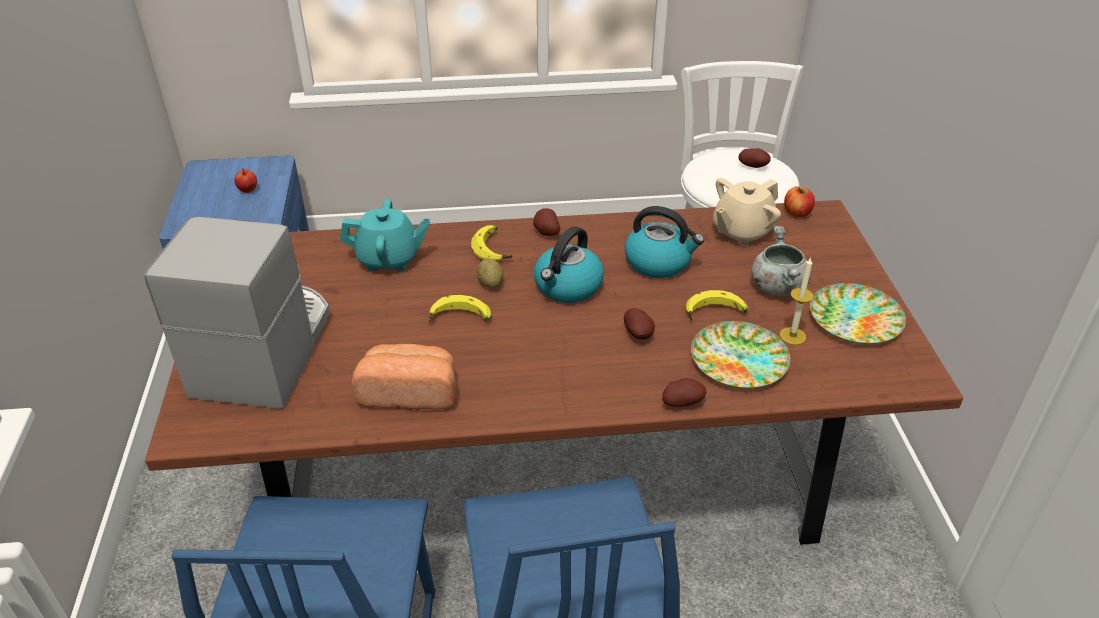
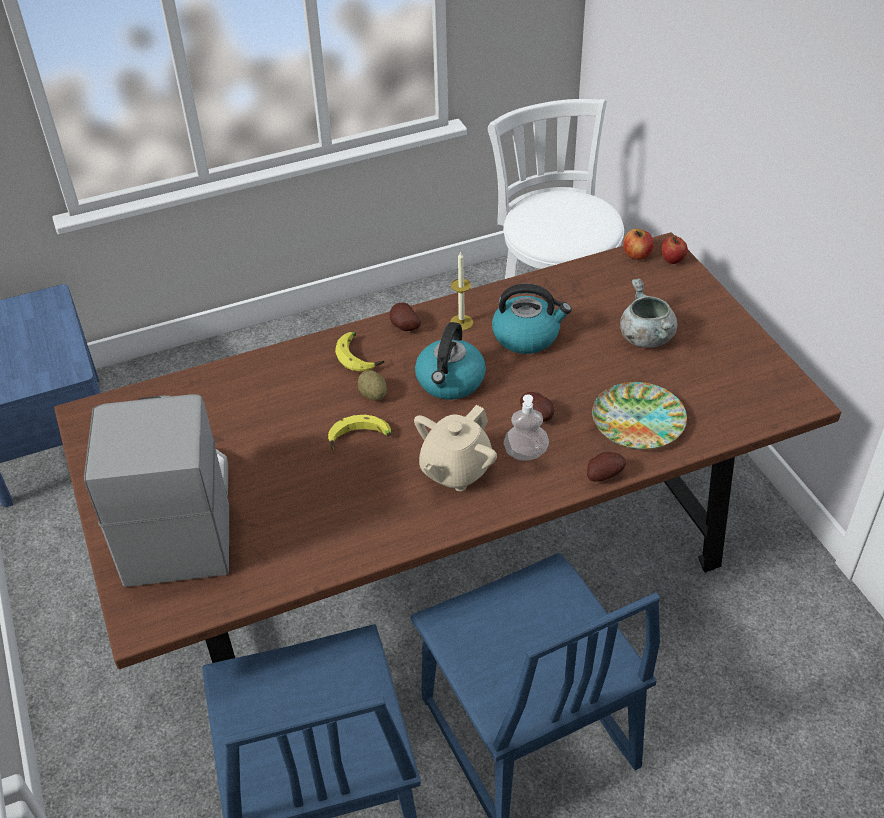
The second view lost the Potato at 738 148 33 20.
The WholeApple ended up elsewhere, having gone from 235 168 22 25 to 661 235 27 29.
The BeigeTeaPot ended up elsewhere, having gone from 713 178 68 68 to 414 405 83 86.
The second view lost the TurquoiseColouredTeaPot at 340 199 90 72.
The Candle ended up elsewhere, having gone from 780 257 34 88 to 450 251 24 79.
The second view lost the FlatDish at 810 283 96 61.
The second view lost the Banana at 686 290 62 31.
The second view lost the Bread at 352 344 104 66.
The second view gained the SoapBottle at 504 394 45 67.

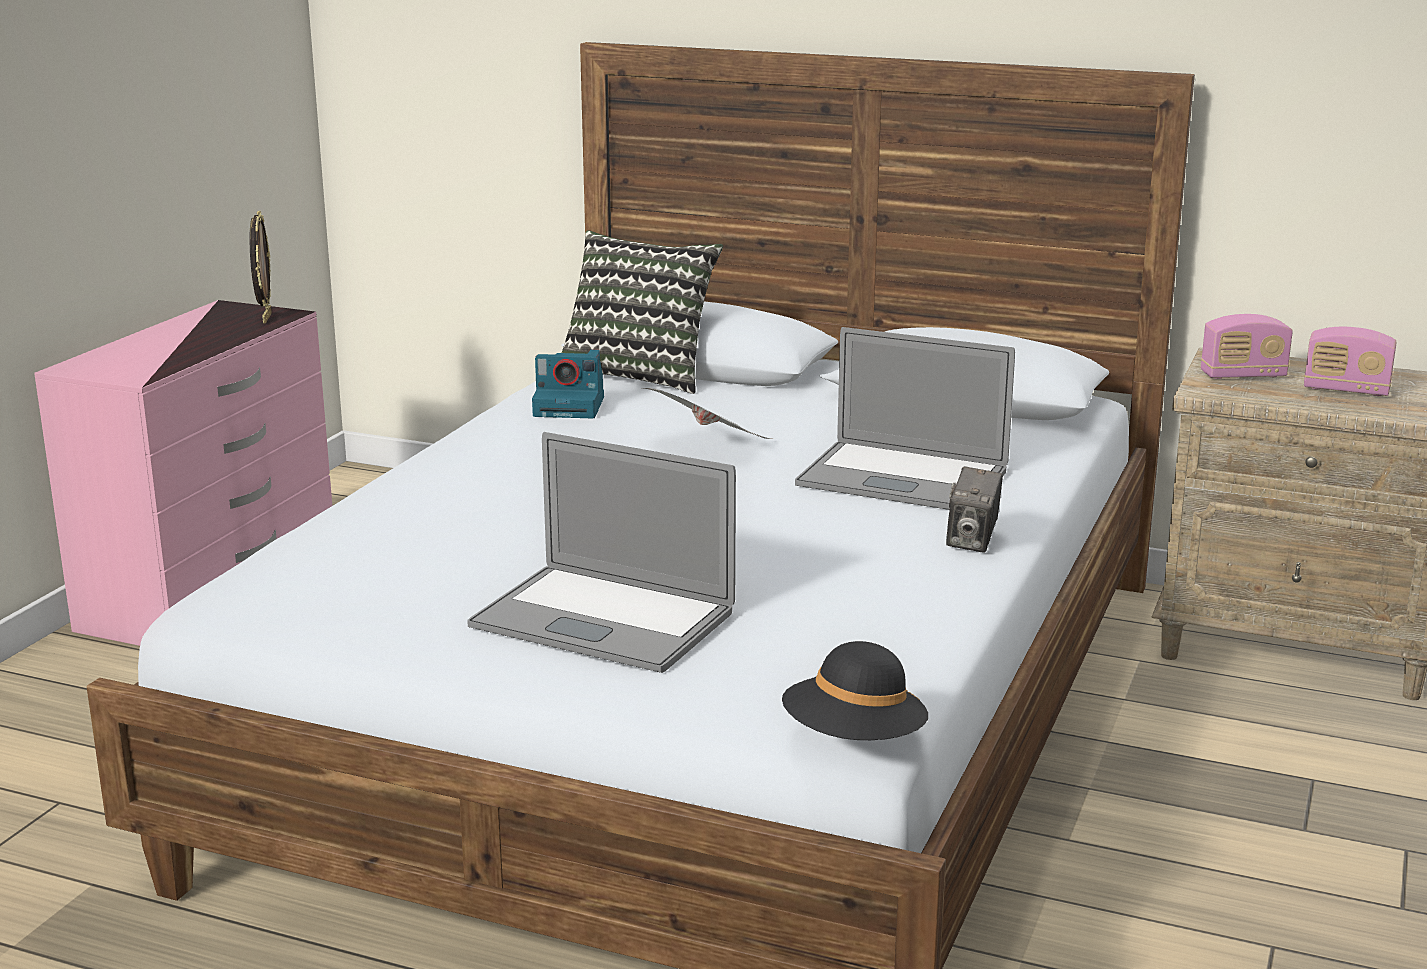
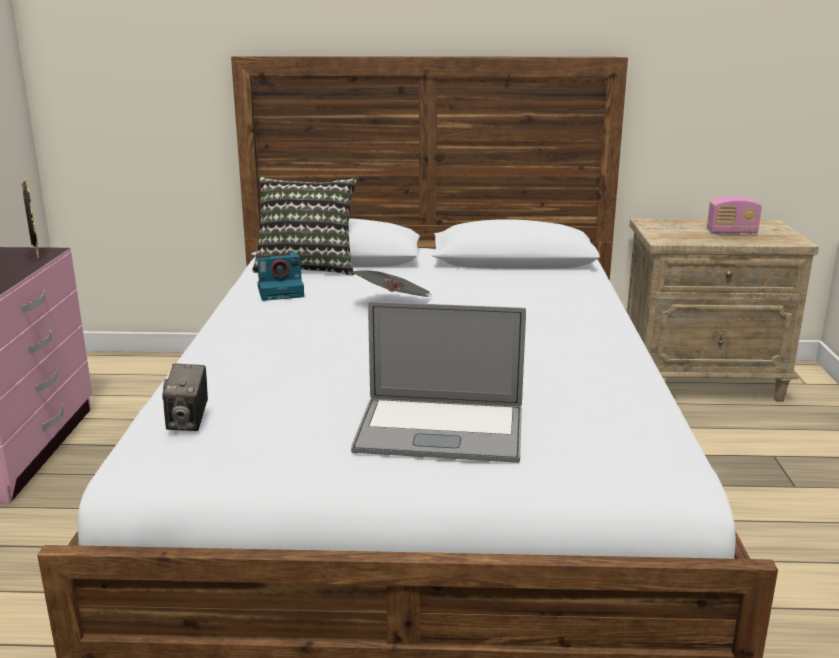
The second view lost the RadioSet at 1201 314 92 65.
The second view lost the PortableComputer at 795 327 220 183.
The PhotoCamera ended up elsewhere, having gone from 946 466 57 87 to 162 363 46 68.
The second view lost the BlackColouredClothingHat at 782 641 146 99.

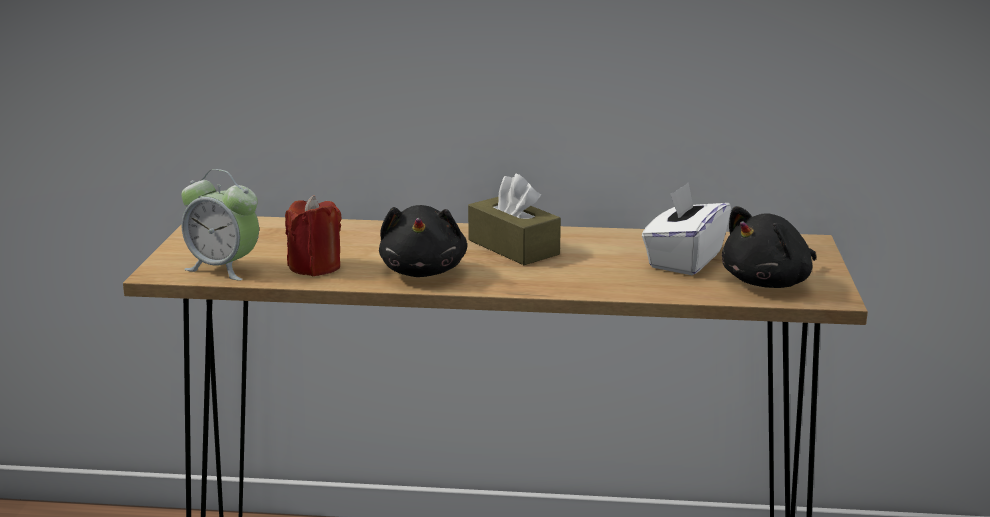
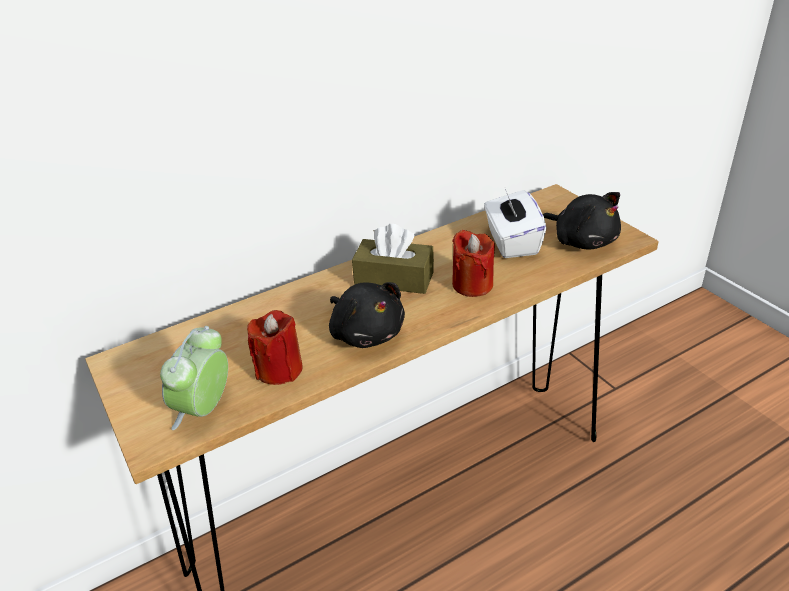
The TableClock at 182 169 77 112 ended up facing another way, 120 degrees clockwise from before.
The BlackColouredPlushToy at 722 206 94 82 ended up facing another way, 60 degrees counterclockwise from before.
The second view gained the RedColouredCandle at 452 230 43 67.

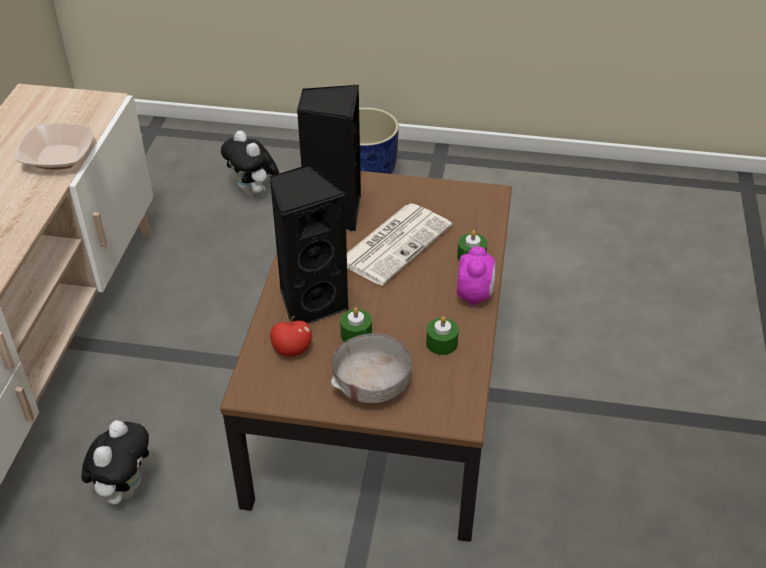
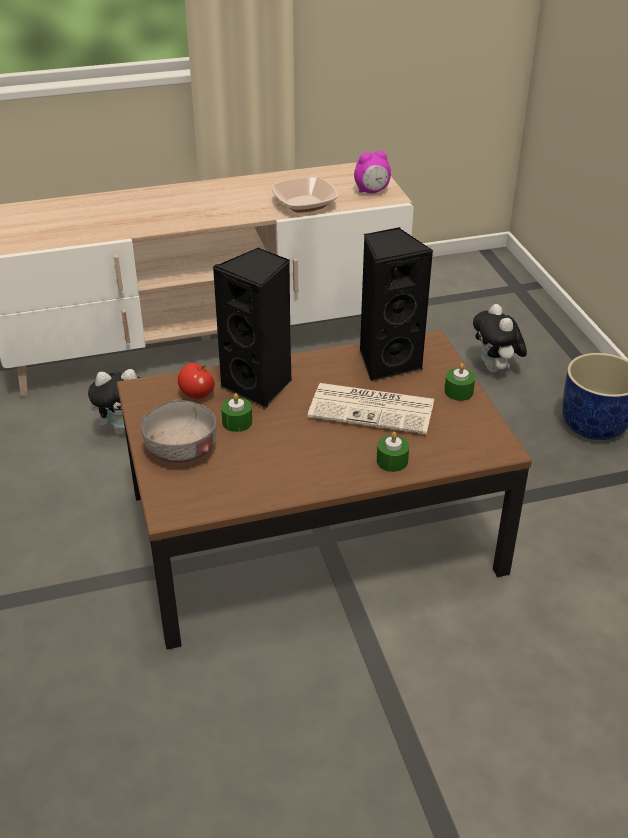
The PlushToy at 221 130 58 66 ended up facing another way, 45 degrees counterclockwise from before.
The TableClock ended up elsewhere, having gone from 457 246 39 61 to 354 151 37 43.
The GreenCandle ended up elsewhere, having gone from 426 316 33 39 to 444 363 31 38.

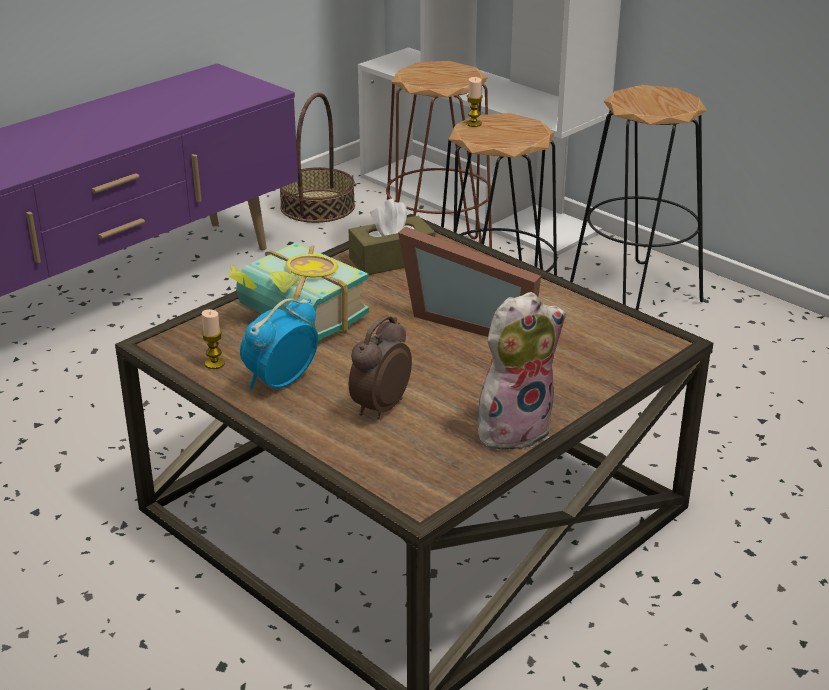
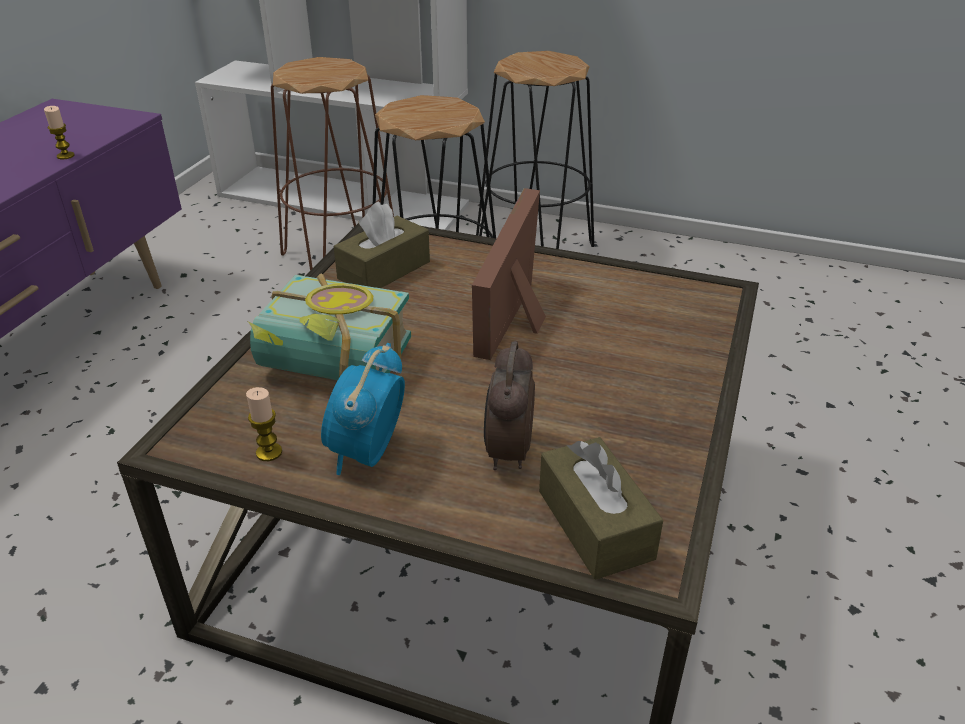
The Candle ended up elsewhere, having gone from 466 77 17 50 to 44 106 31 53.
The second view lost the StorageBasket at 280 92 75 131.
The StandingFrame at 398 226 143 111 ended up facing another way, 105 degrees clockwise from before.
The second view lost the PlushToy at 478 292 88 162.
The second view gained the BrownBoxOfTissues at 539 437 124 142.

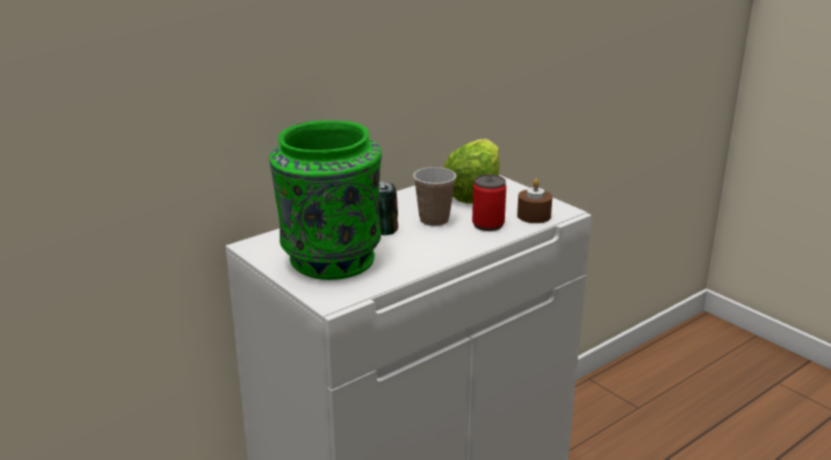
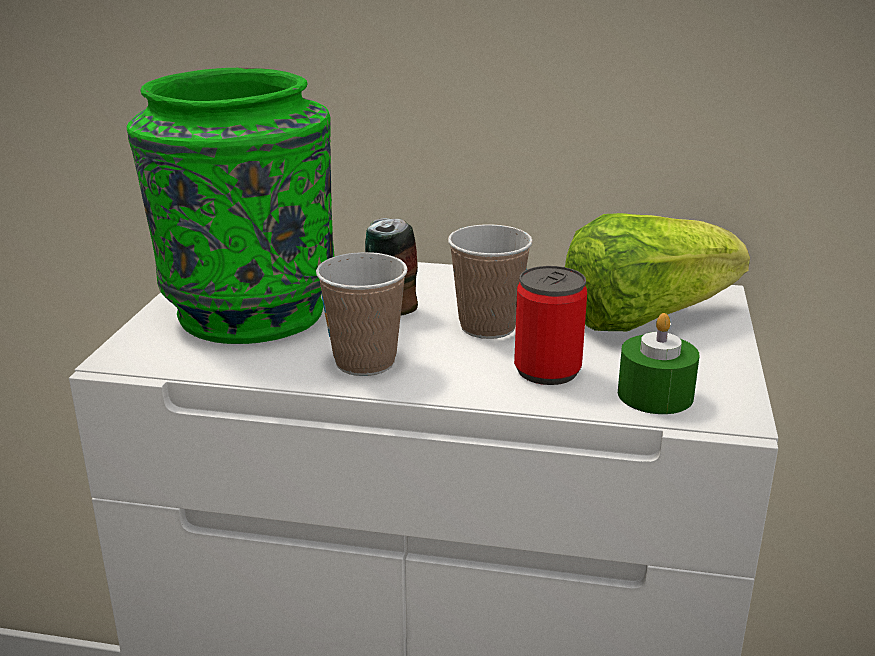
What was the BrownCandle at 517 179 35 44 turned into the GreenCandle at 618 313 82 101.
The second view gained the SmallCup at 316 252 92 124.

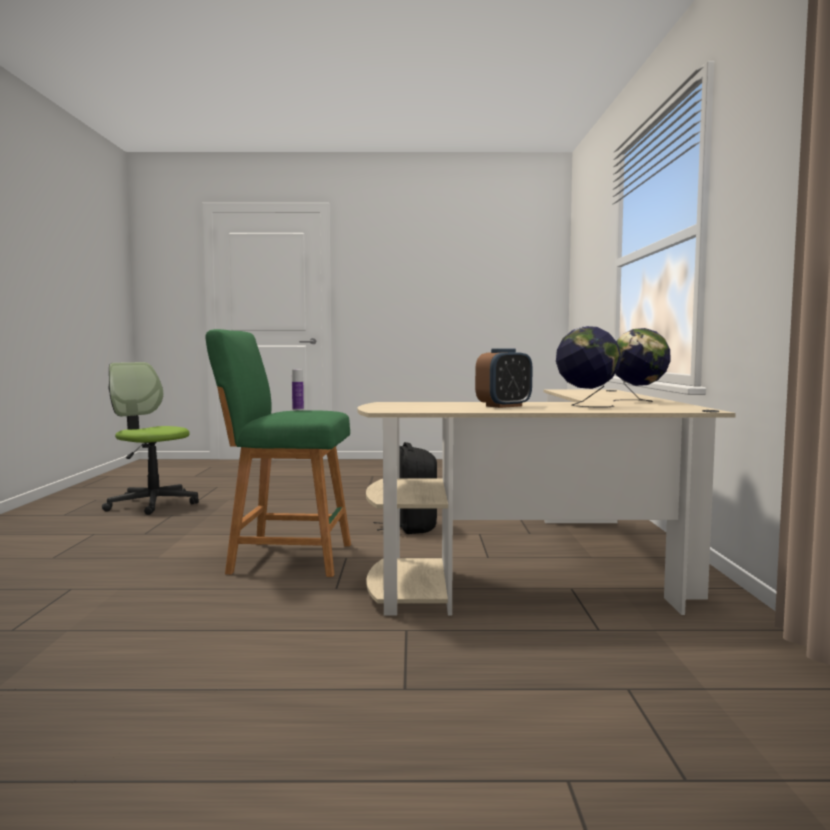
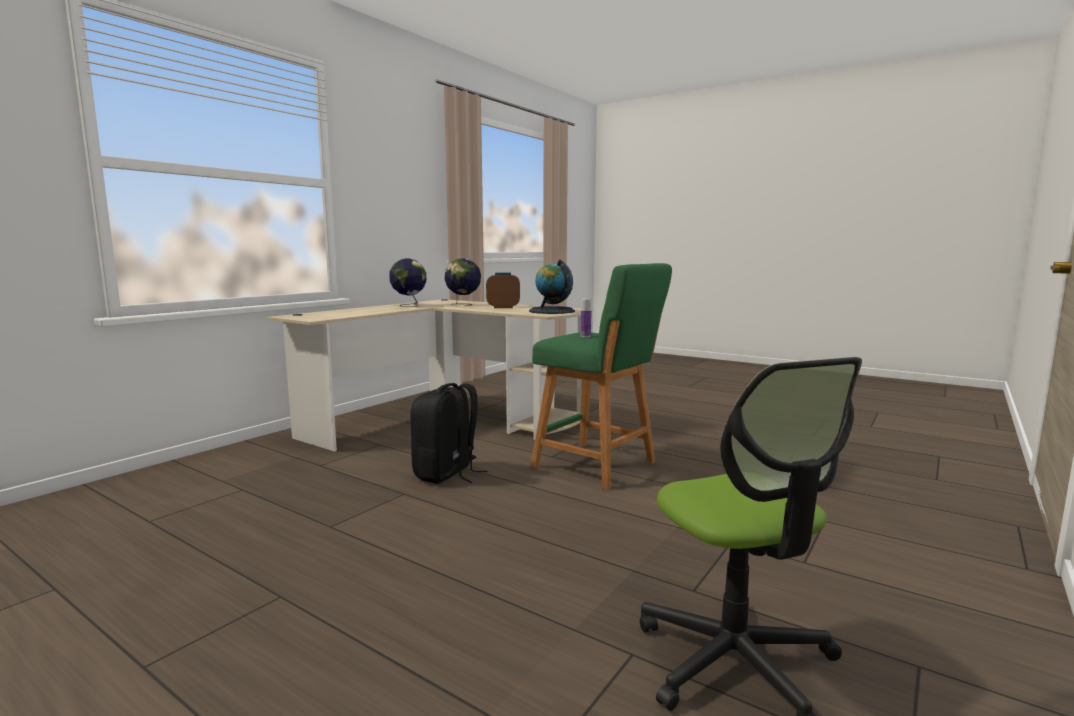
The second view gained the Globe at 529 260 46 54.

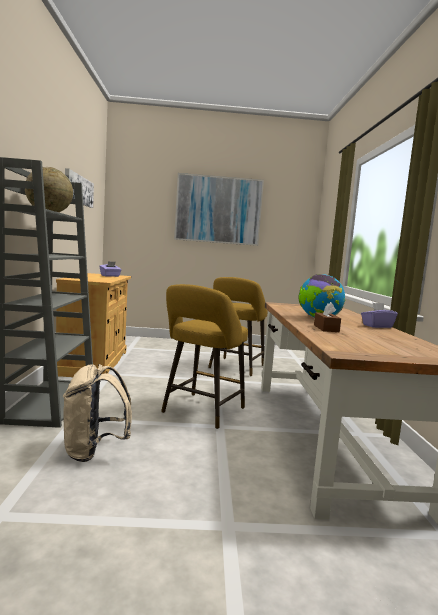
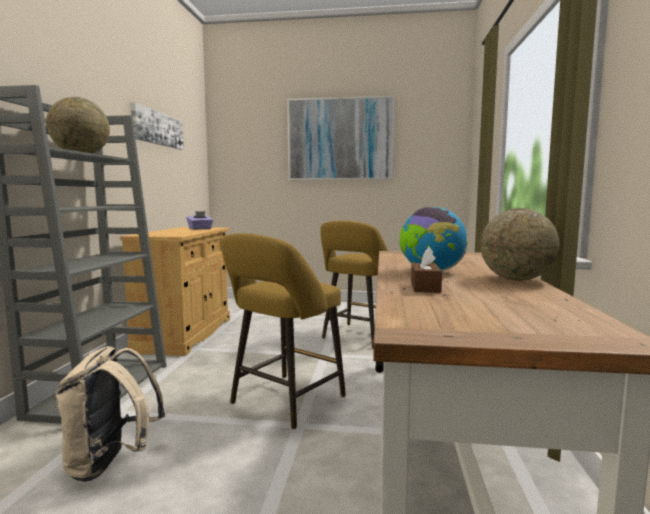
Where the PurpleColouredBoxOfTissues stood at 361 303 37 25, the Globe came to stand at 480 208 79 73.

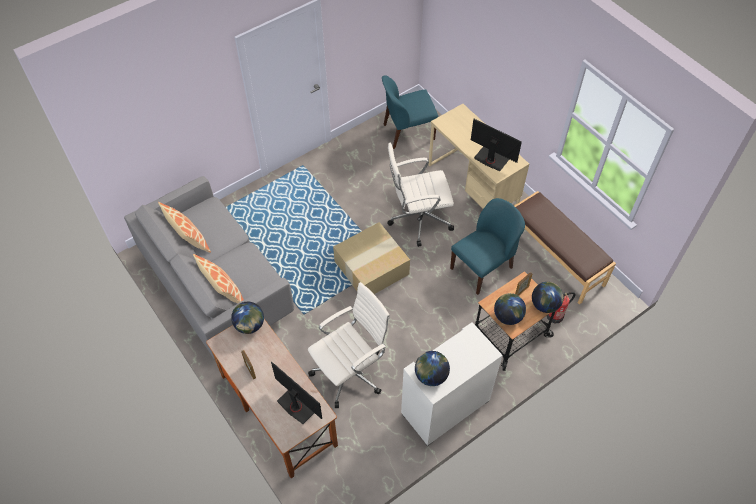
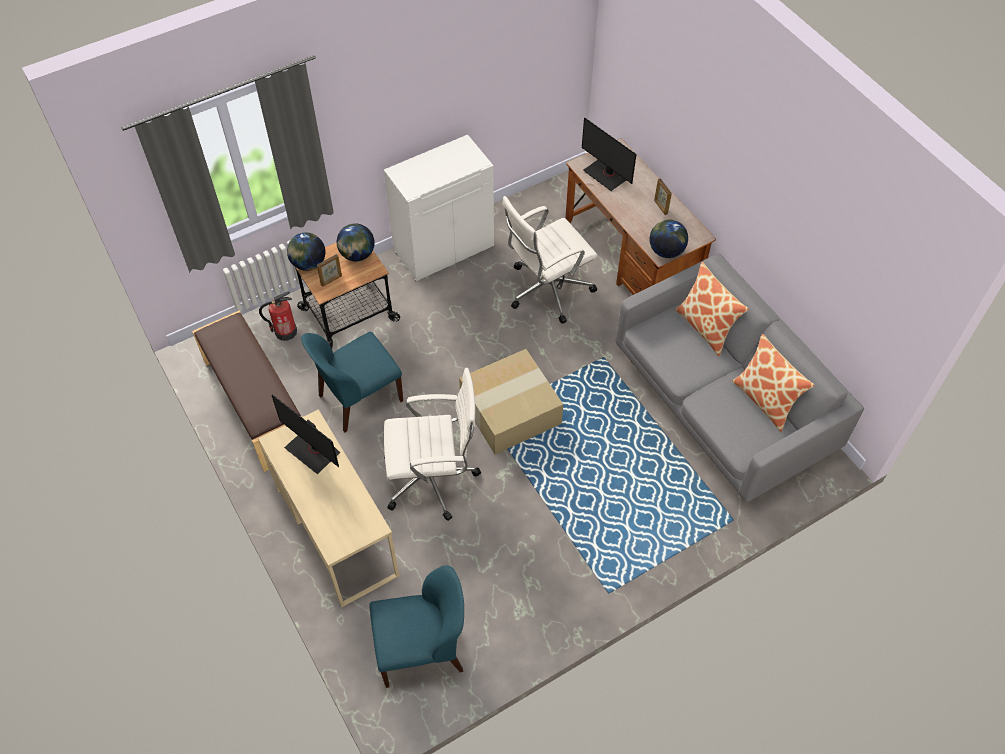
The second view lost the Globe at 415 351 35 35.

